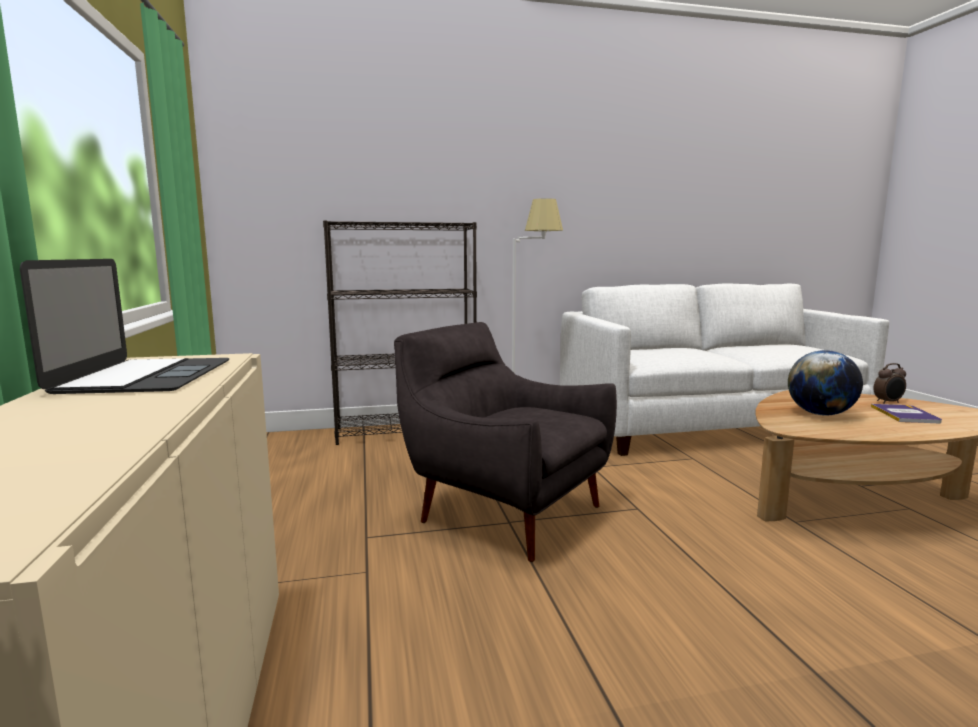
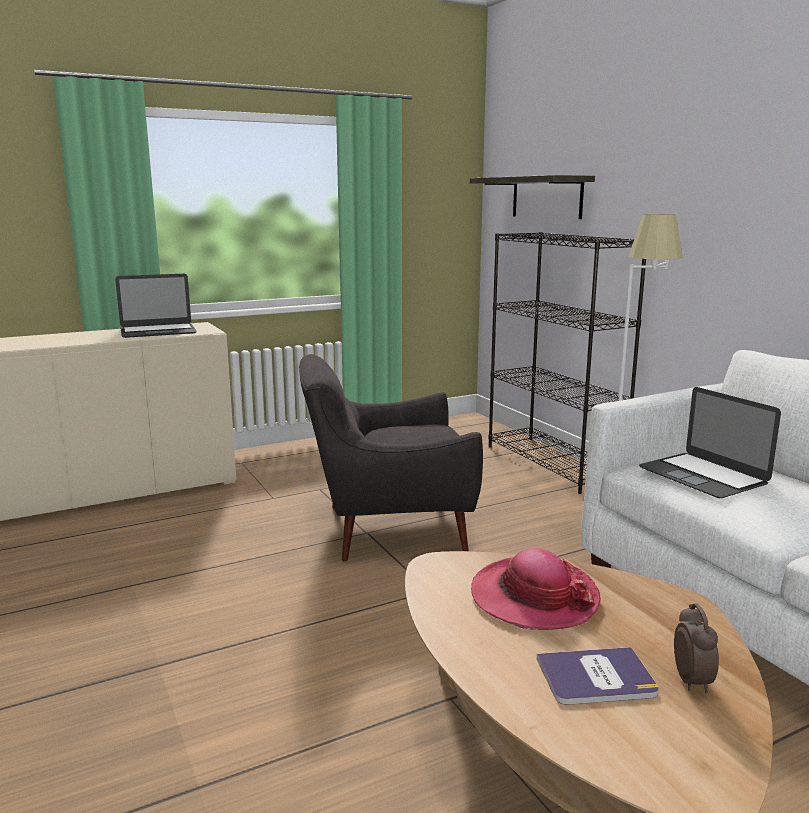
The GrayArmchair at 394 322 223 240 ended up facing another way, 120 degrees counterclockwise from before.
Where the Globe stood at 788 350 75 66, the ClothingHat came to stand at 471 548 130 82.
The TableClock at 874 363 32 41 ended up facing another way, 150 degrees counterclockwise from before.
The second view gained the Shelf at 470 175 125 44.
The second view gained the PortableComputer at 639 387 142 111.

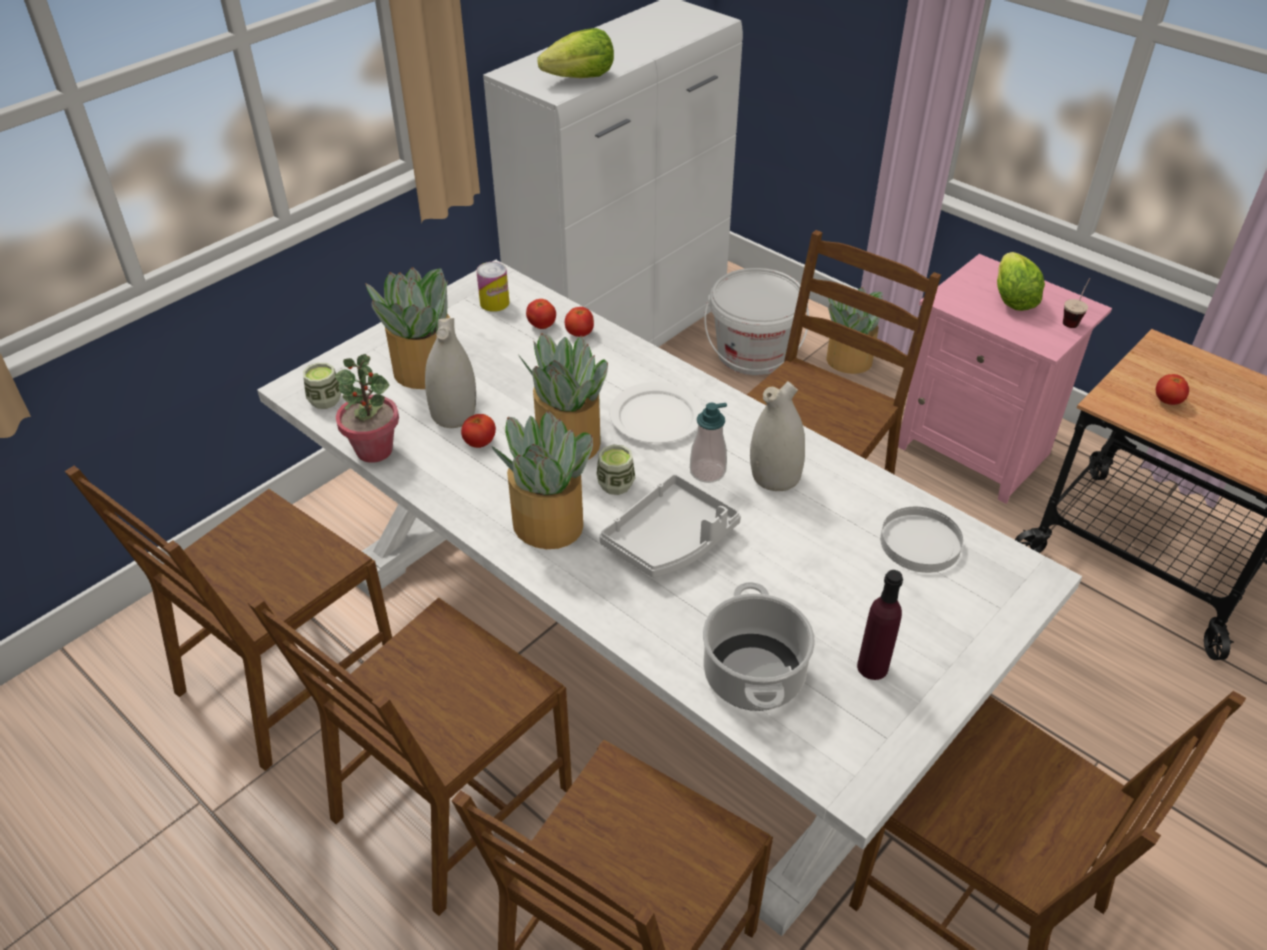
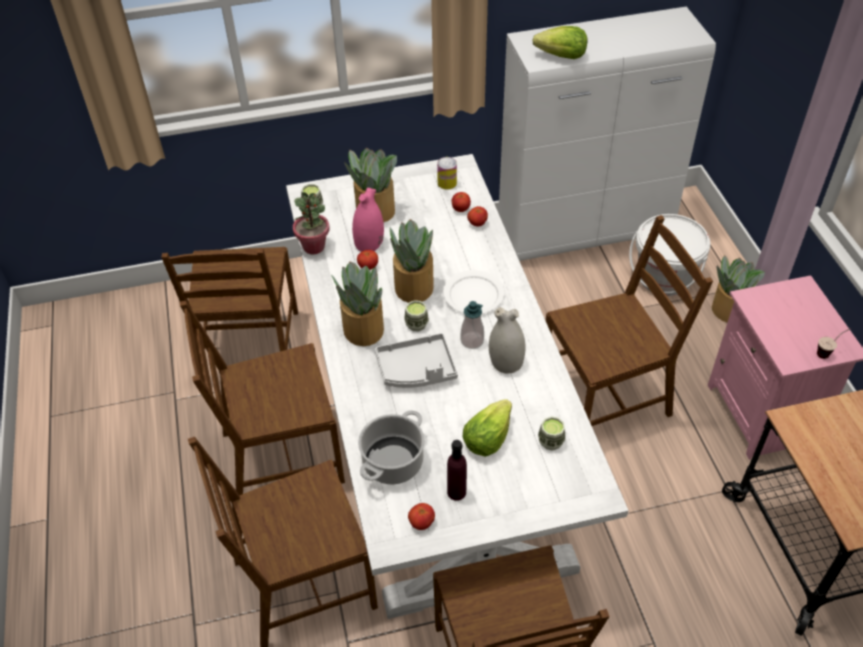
The LettuceHead ended up elsewhere, having gone from 997 252 48 59 to 462 399 50 58.
What was the WhitishFlowerVase at 425 318 51 110 turned into the PinkishFlowerVase at 352 188 32 64.
The WholeTomato ended up elsewhere, having gone from 1156 374 33 31 to 408 503 27 27.
The BrownUprightChair at 65 466 327 305 ended up facing another way, 75 degrees counterclockwise from before.
Where the WhitishFlatDish stood at 880 507 83 66, the SmallCup came to stand at 538 416 27 35.

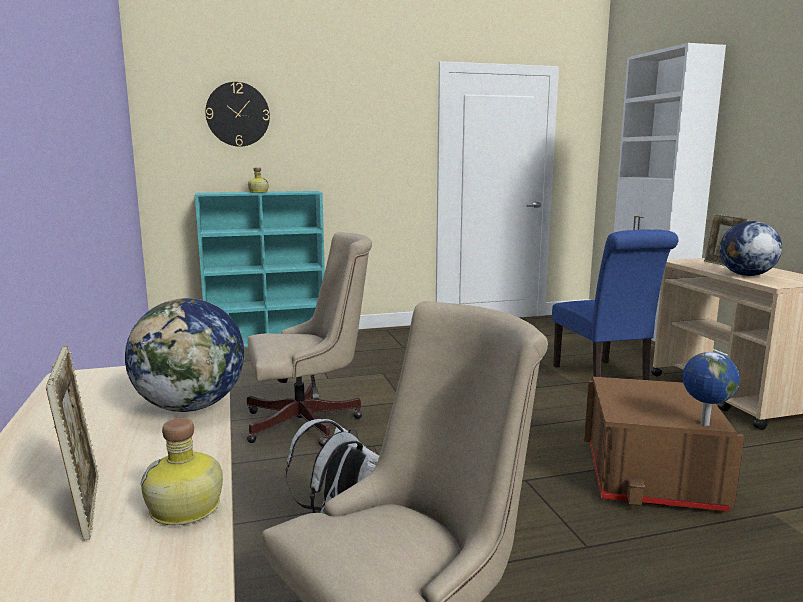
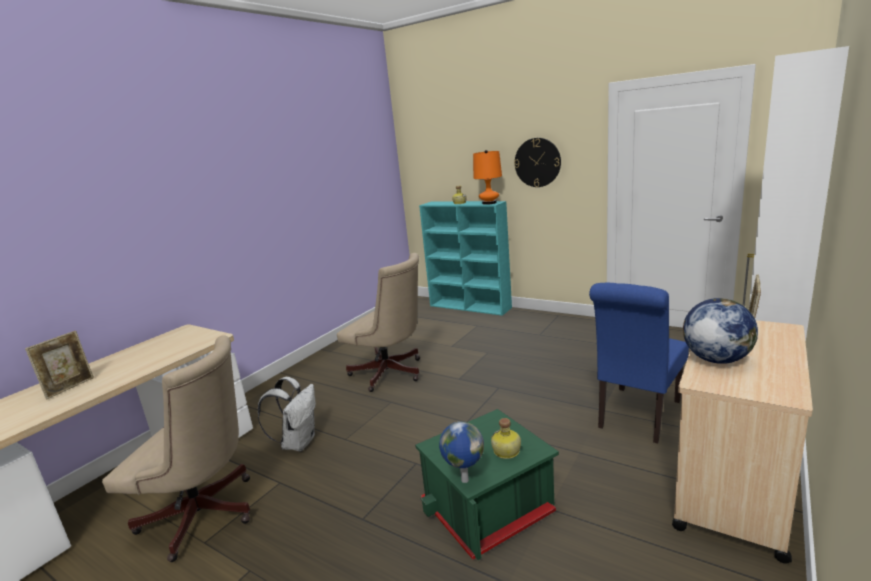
The ClockOnTheWall ended up elsewhere, having gone from 205 82 65 65 to 514 138 47 49.
The second view lost the Globe at 125 298 120 114.
What was the BrownStorageContainer at 584 376 160 135 turned into the GreenStorageContainer at 415 409 144 151.
The Bottle ended up elsewhere, having gone from 140 418 83 107 to 491 418 30 41.
The second view gained the OrangeyTabletopLamp at 473 150 29 55.

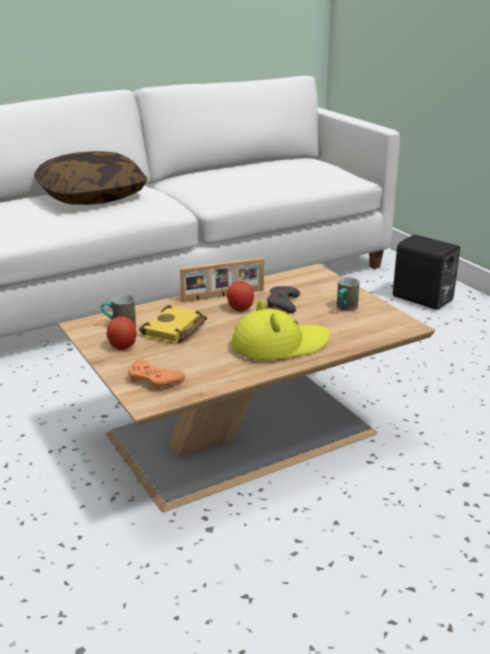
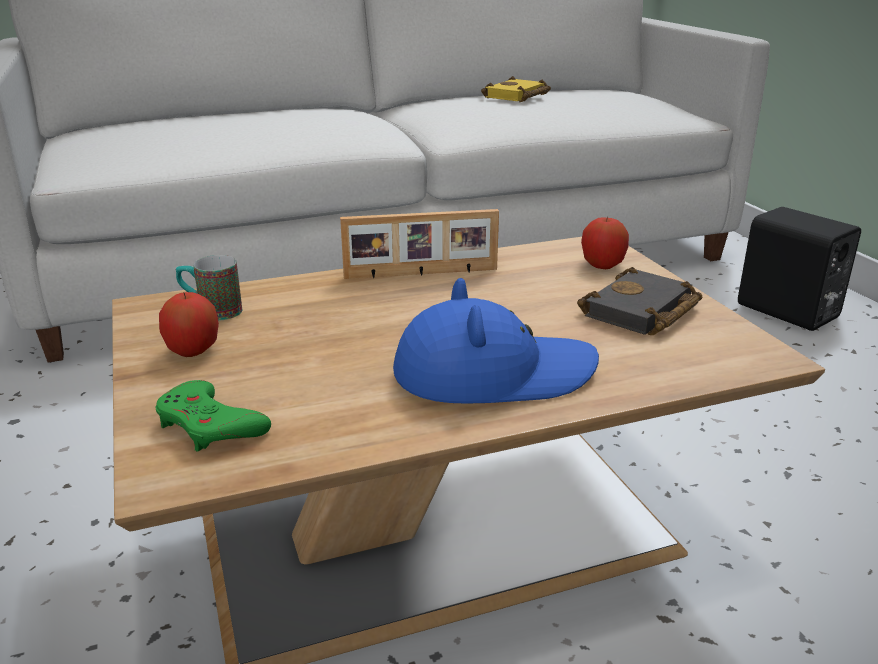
The second view lost the ThrowPillow at 34 151 113 54.
Where the TeaMug stood at 337 277 23 34, the BlackColouredBoundBook came to stand at 577 267 125 68.
The WholeApple ended up elsewhere, having gone from 227 281 27 30 to 581 216 48 53.
The second view lost the GrayJoypad at 267 286 33 27.
What was the YellowColouredClothingHat at 231 299 99 61 turned into the BluishClothingHat at 393 278 206 126.
The YellowColouredBoundBook ended up elsewhere, having gone from 139 305 68 38 to 481 76 70 26.
What was the OrangeyJoypad at 128 360 57 31 turned into the GreenJoypad at 155 380 116 72.

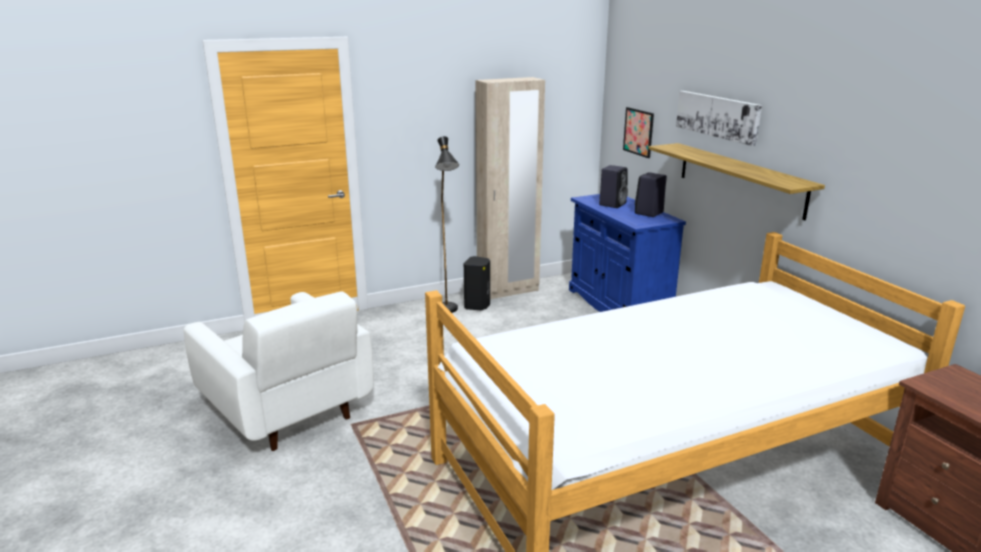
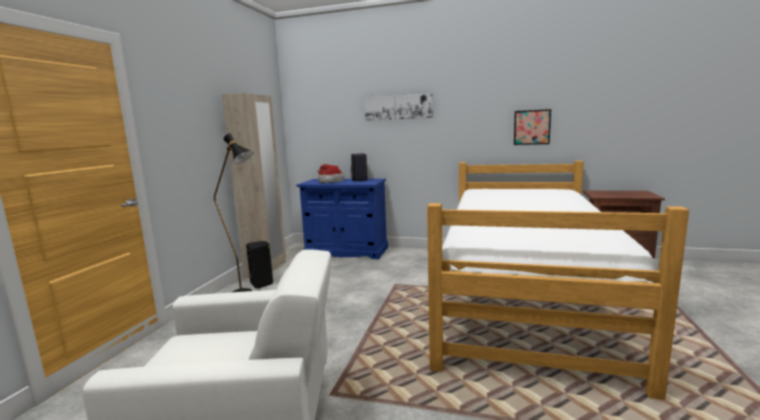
The WallArt ended up elsewhere, having gone from 623 107 31 51 to 514 109 37 36.
The second view lost the Shelf at 648 143 177 77.
Where the BlackColouredSpeaker stood at 599 165 29 43, the ClothingHat came to stand at 317 164 27 19.

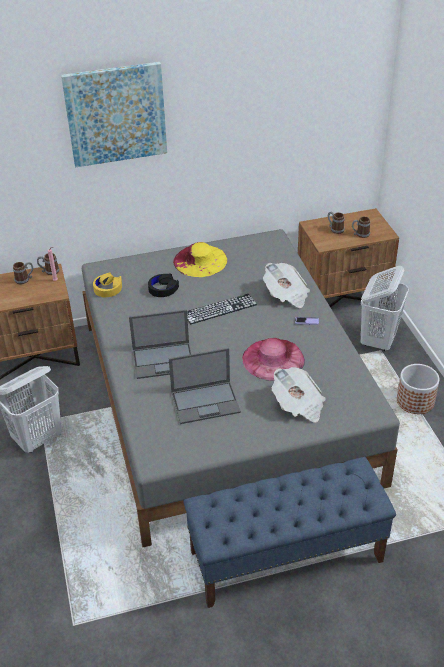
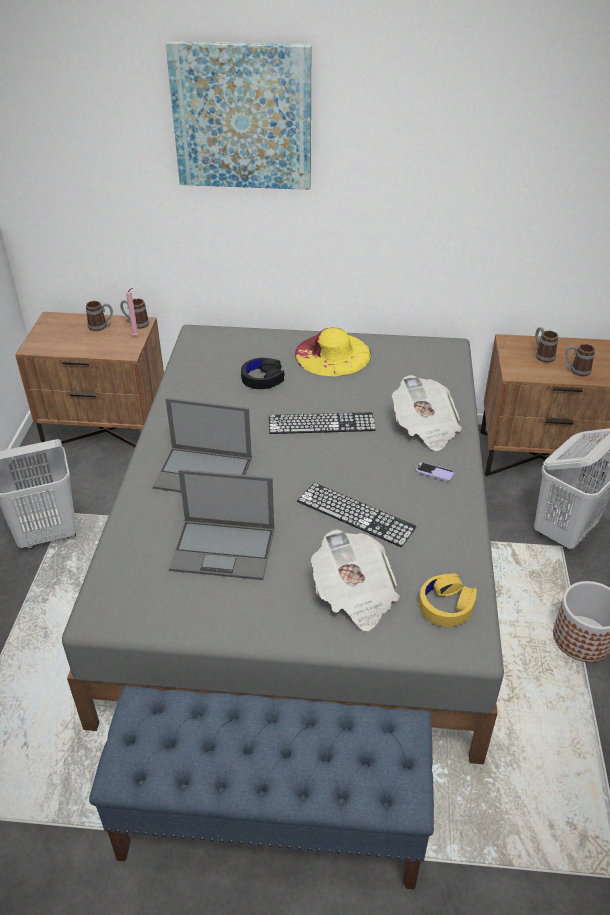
The YellowColouredHeadset ended up elsewhere, having gone from 93 273 29 24 to 419 573 58 54.
Where the PinkishClothingHat stood at 242 338 63 43, the PcKeyboard came to stand at 297 483 120 64.

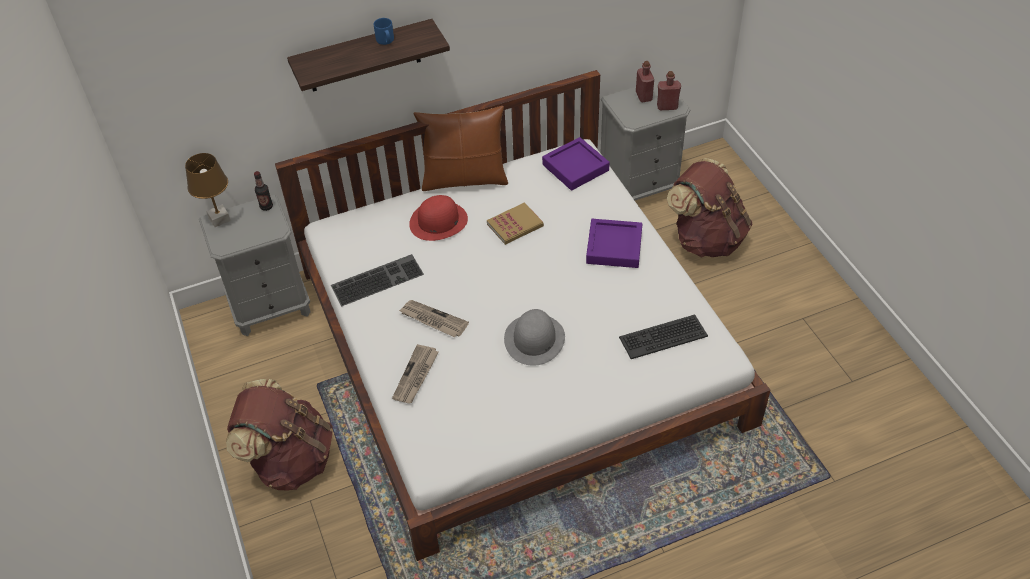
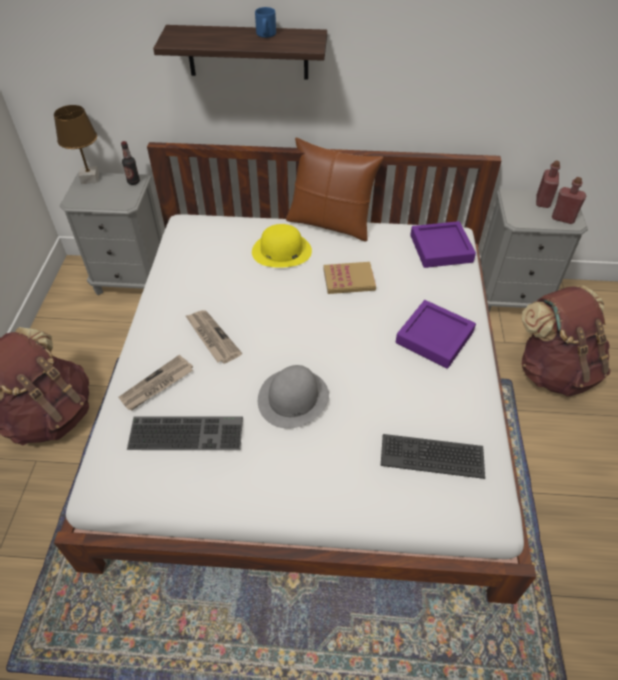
What was the RedColouredClothingHat at 409 195 59 46 turned into the YellowColouredClothingHat at 252 224 60 44.
The PcKeyboard ended up elsewhere, having gone from 331 254 93 52 to 127 416 116 34.

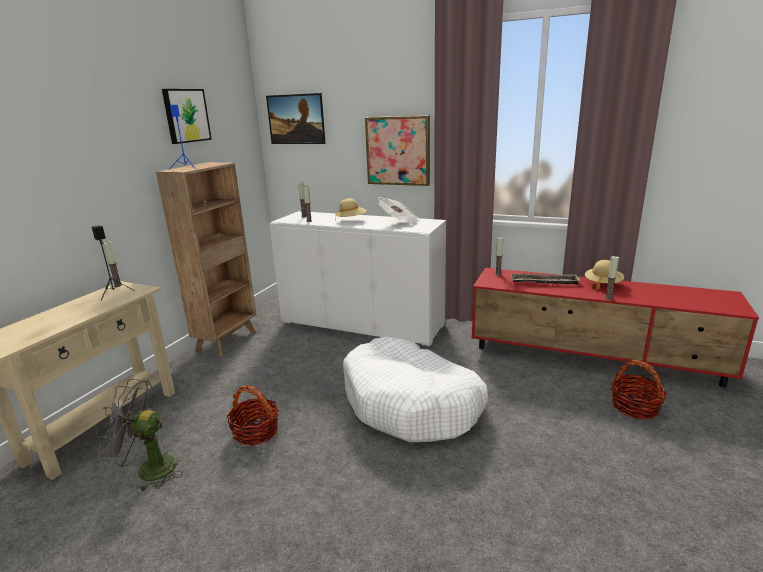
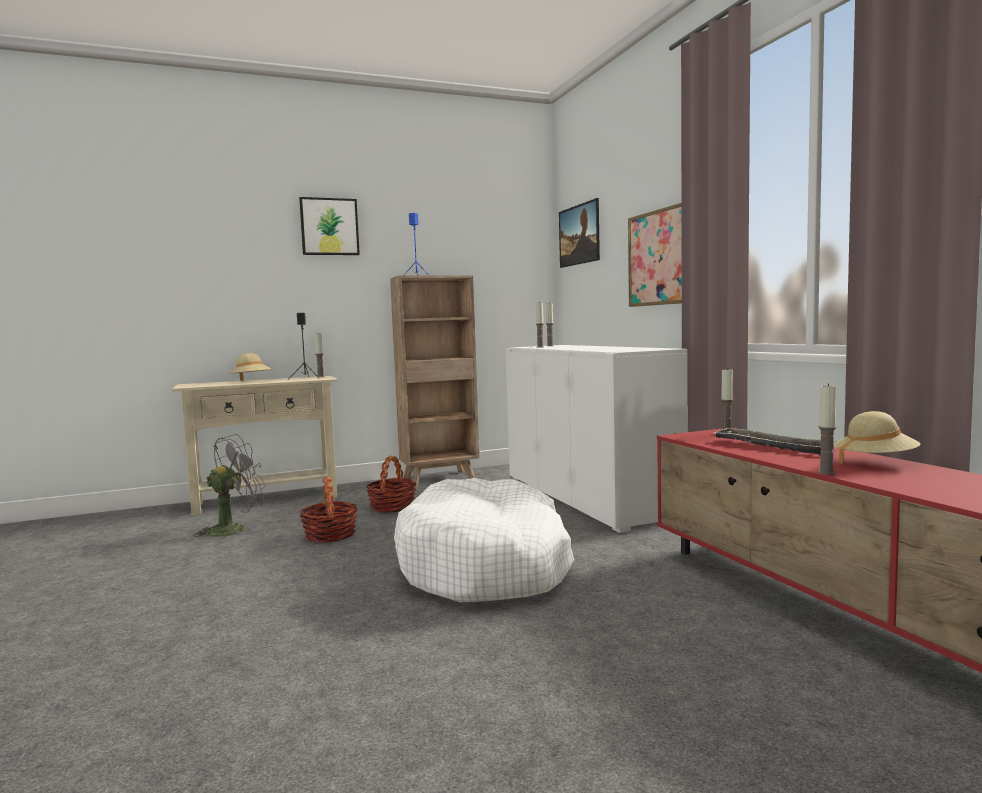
The WallArt ended up elsewhere, having gone from 162 89 50 55 to 299 197 61 58.
The second view lost the DailyPaper at 378 197 41 28.
The BeigeClothingHat ended up elsewhere, having gone from 335 198 31 23 to 229 353 43 28.
The StorageBasket ended up elsewhere, having gone from 611 360 56 59 to 366 456 50 57.
The GrayElectricFan at 95 379 88 113 ended up facing another way, 90 degrees clockwise from before.

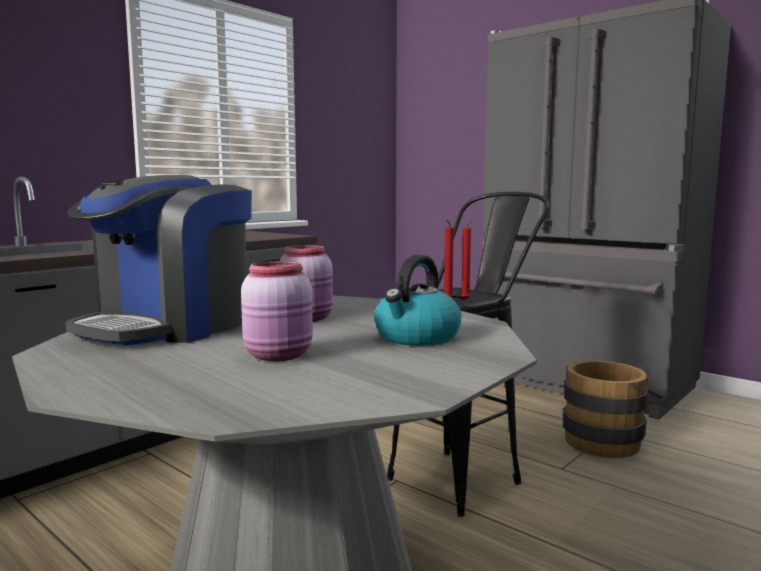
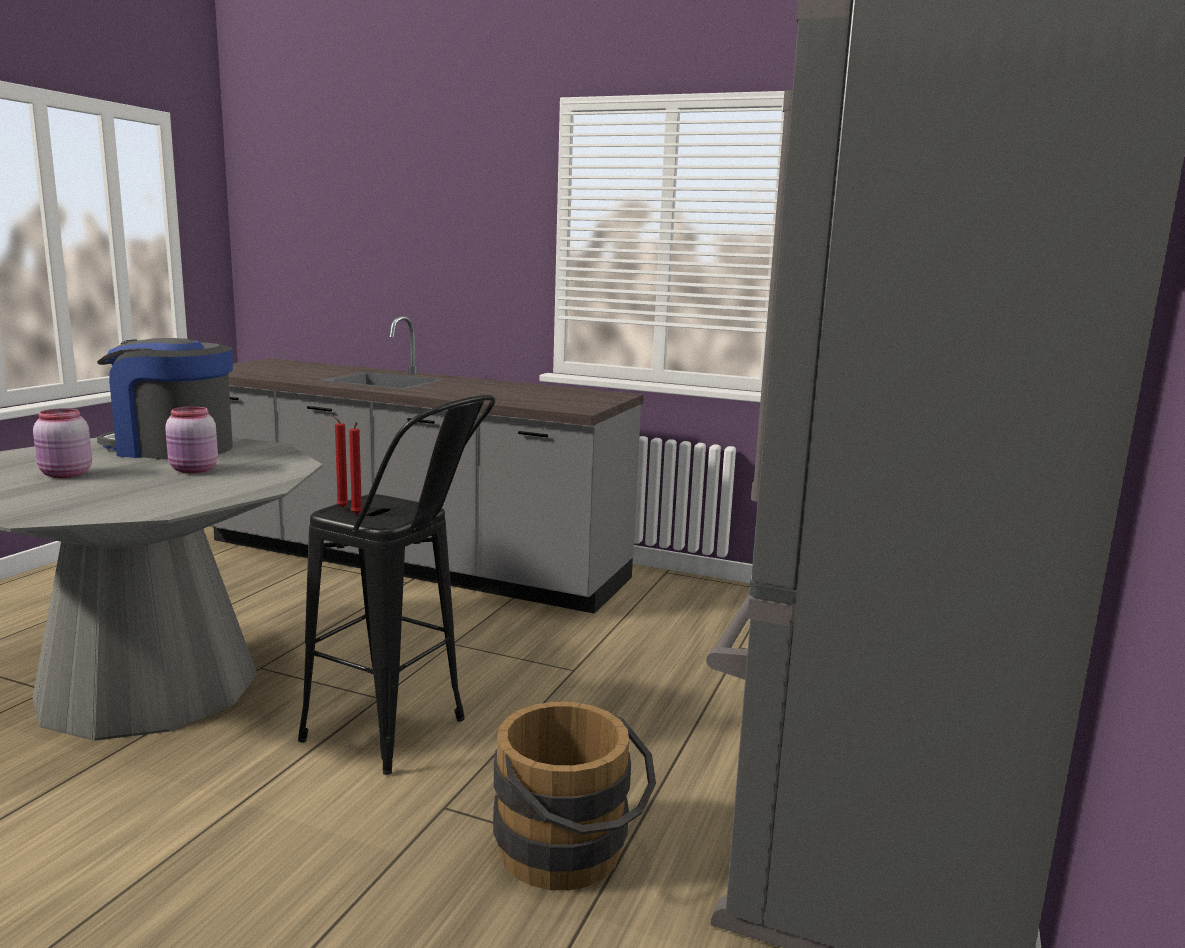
The second view lost the TeaKettle at 374 255 88 91.

